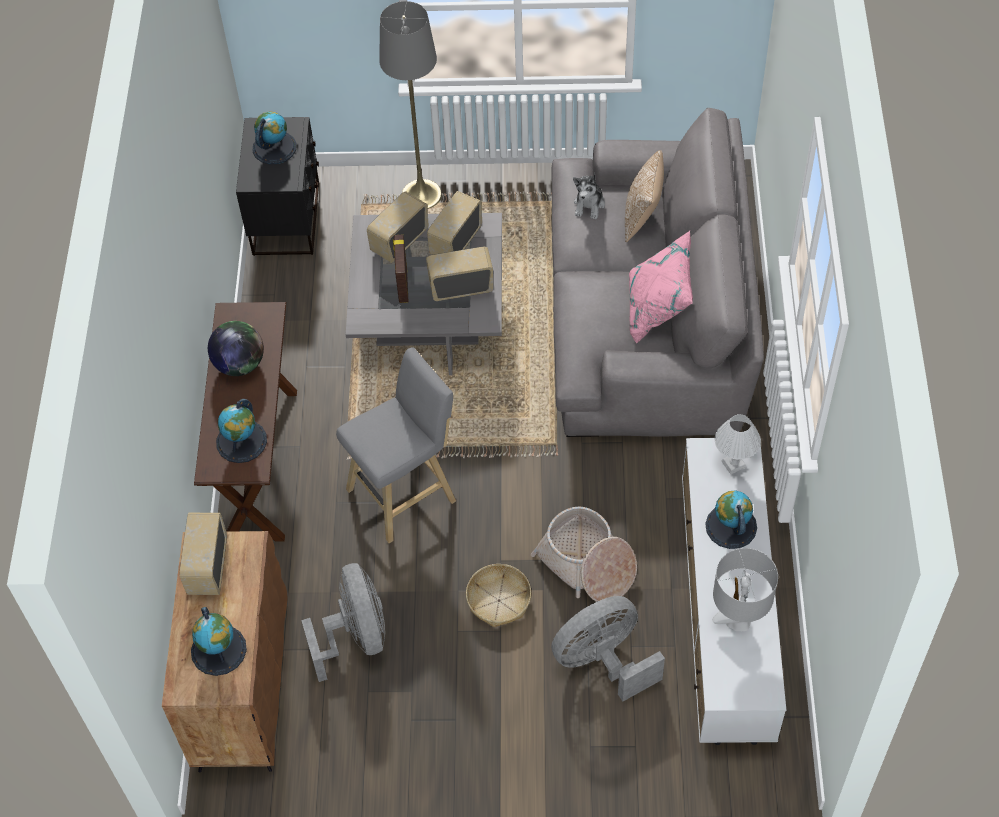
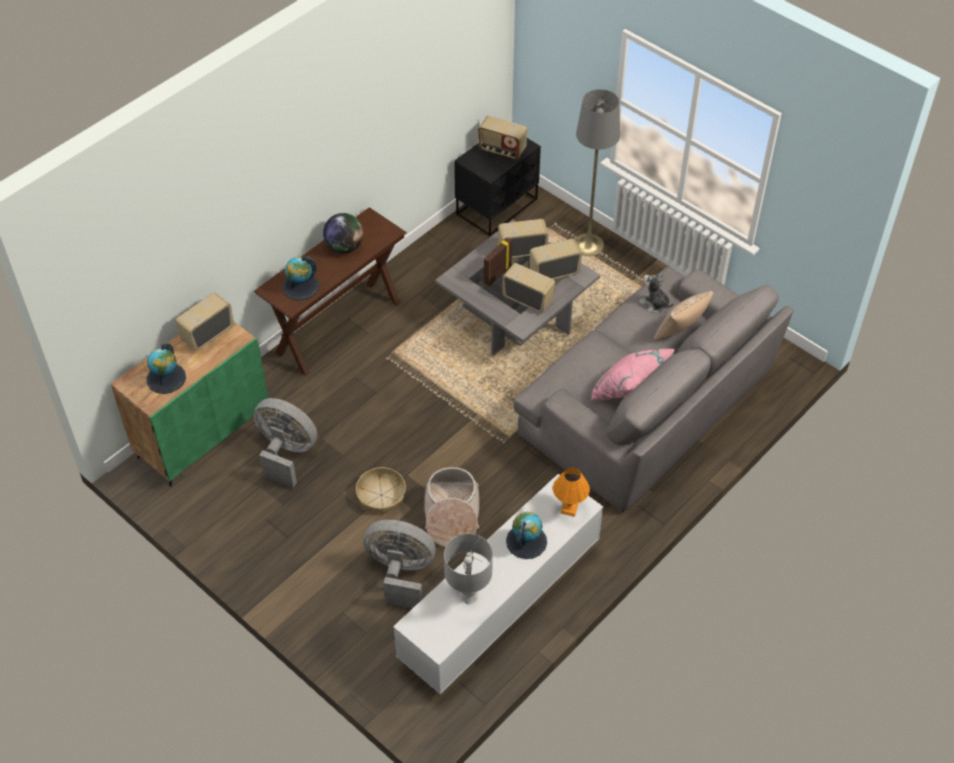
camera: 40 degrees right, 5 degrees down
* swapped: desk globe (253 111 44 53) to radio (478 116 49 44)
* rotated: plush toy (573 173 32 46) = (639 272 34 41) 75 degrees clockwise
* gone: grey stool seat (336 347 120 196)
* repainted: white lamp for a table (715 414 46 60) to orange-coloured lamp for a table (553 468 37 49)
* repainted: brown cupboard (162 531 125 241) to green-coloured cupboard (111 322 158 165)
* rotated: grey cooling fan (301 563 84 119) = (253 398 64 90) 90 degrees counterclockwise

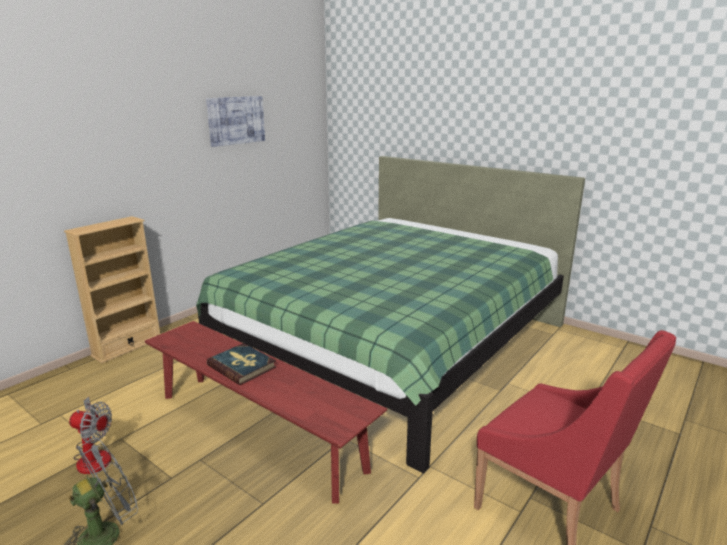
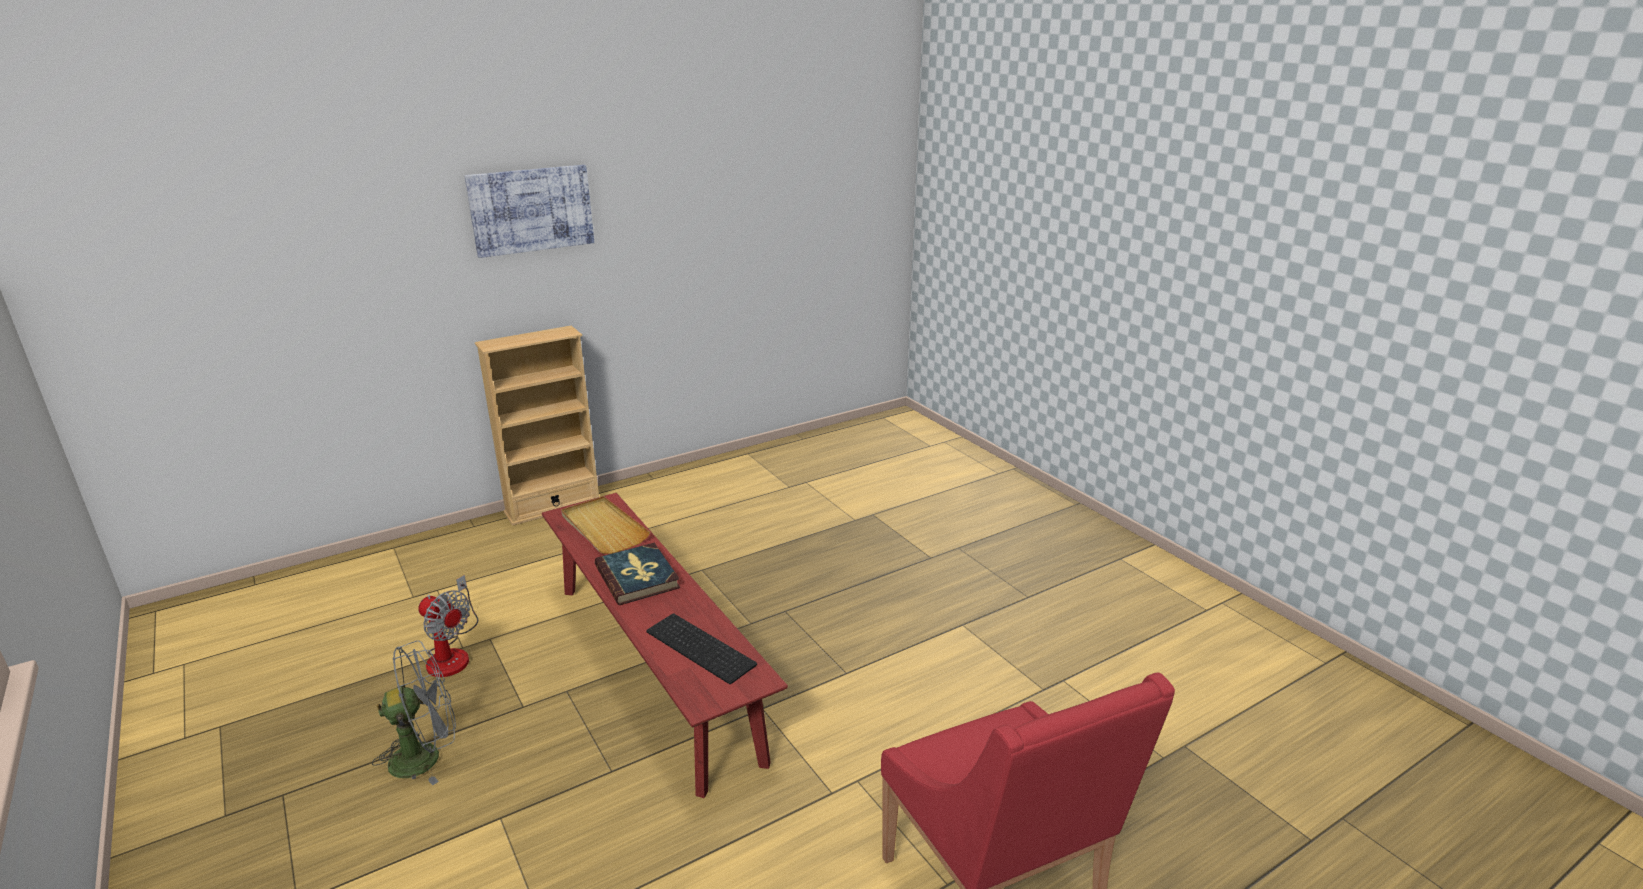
camera: 20 degrees right, 5 degrees up
* shifted: wall picture (206 96 59 51) to (464 165 130 93)
* gone: green-coloured bedroom bed (196 156 389 317)
* new: beige-coloured tray (561 496 89 58)
* new: keyboard (646 613 111 71)

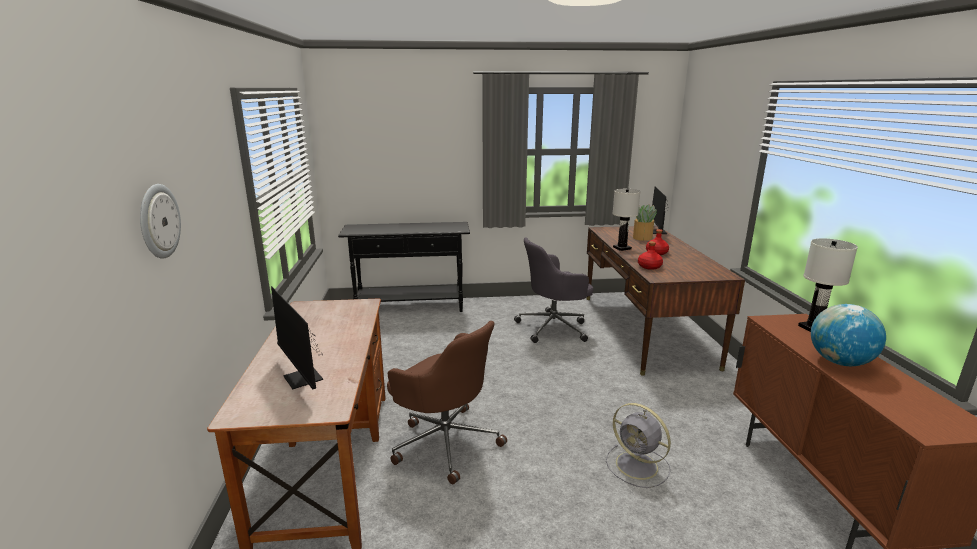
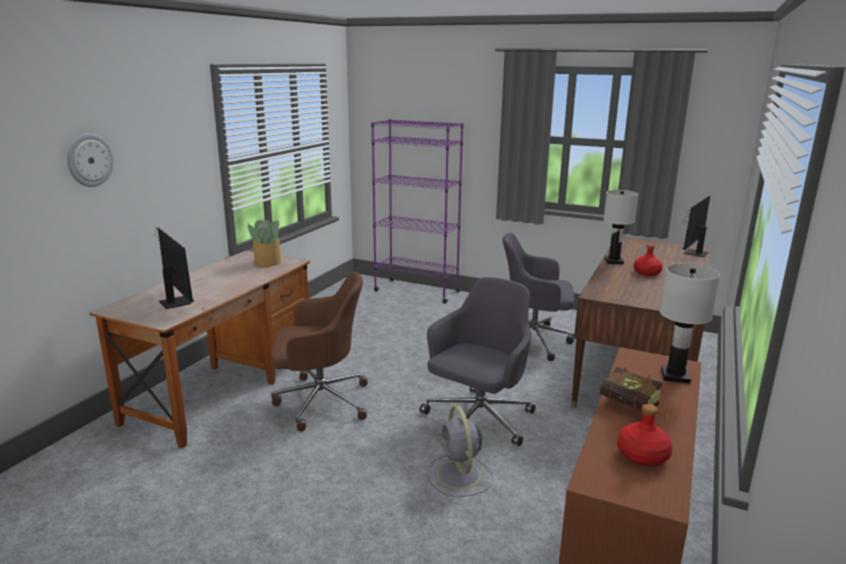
camera: 30 degrees right, 0 degrees up
* shifted: potted plant (633 205 24 36) to (247 219 34 48)
* swapped: blackish narrow table (338 222 132 90) to purplish shelving unit (371 119 93 185)
* shifted: red beverage bottle (638 241 25 29) to (617 404 56 62)
* rotated: computer display (271 286 52 103) = (153 227 41 82) 150 degrees clockwise
* swapped: desk globe (811 304 75 62) to book (600 367 69 50)
* rotated: brown office chair (387 321 120 163) = (271 272 97 159) 75 degrees counterclockwise
* new: grey office chair (420 277 115 169)

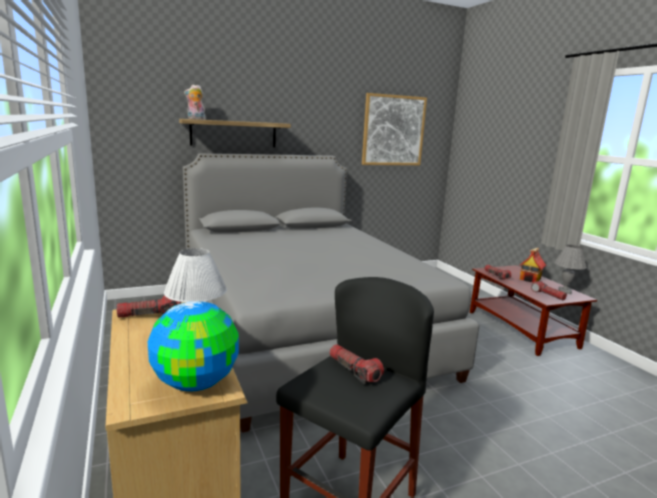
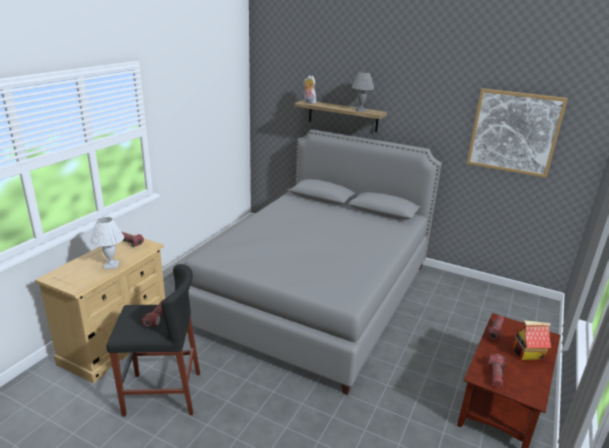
camera: 50 degrees right, 10 degrees up
* shifted: grey lamp for a table (554 245 33 49) to (351 71 23 41)
* gone: desk globe (148 301 91 90)

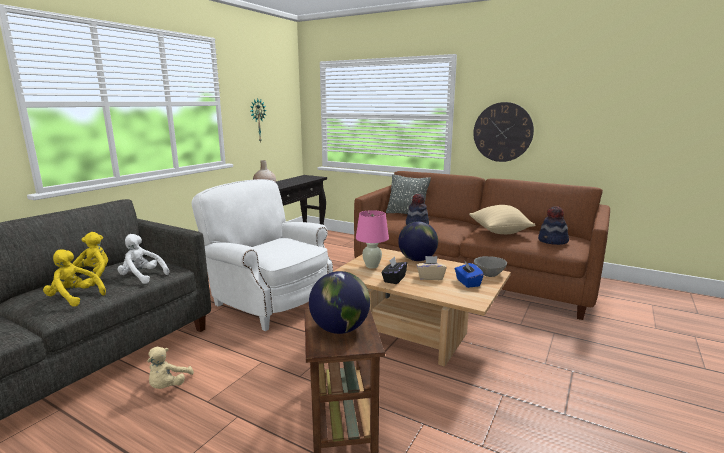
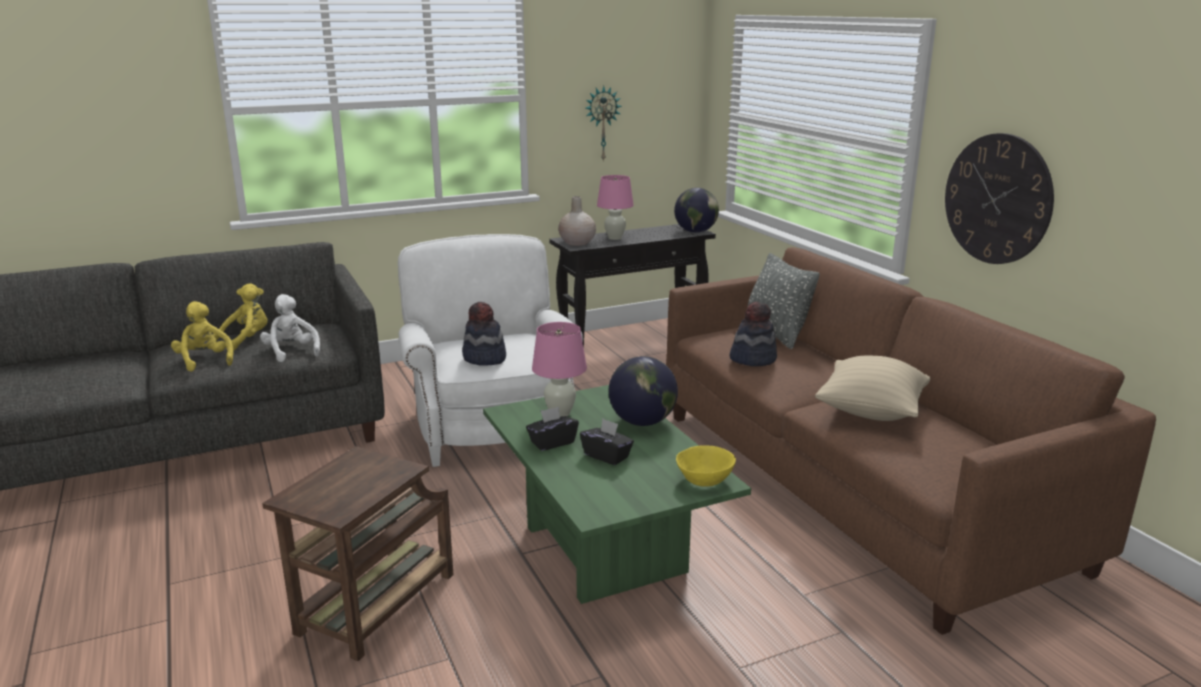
camera: 35 degrees right, 5 degrees up
* shifted: hat (538 206 31 39) to (462 302 44 64)
* repainted: beige-coloured lounge table (333 248 178 119) to green-coloured lounge table (483 385 268 219)
* repainted: beige-coloured tissue box (417 256 29 24) to blackish tissue box (580 419 54 46)
* repainted: grey serving bowl (474 256 33 21) to yellowish serving bowl (676 445 60 42)
* gone: blue tissue box (455 260 29 28)
* shifted: desk globe (309 271 61 63) to (674 188 45 45)
* gone: beige-coloured plush toy (147 347 47 42)
* new: pink-coloured lamp for a table (597 175 37 65)

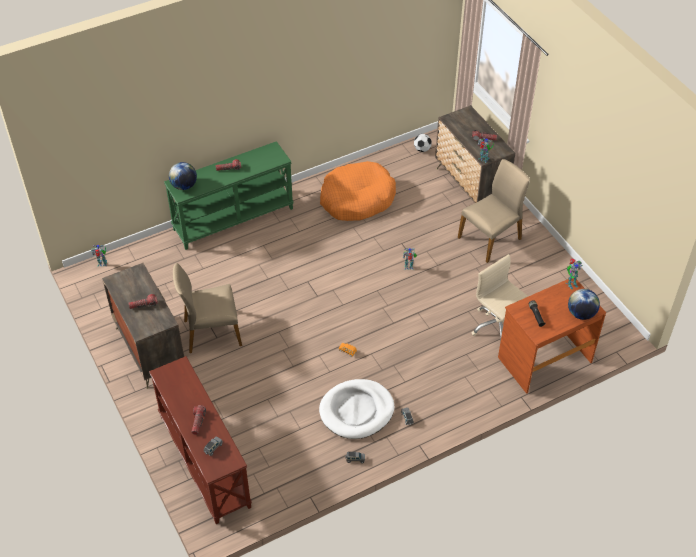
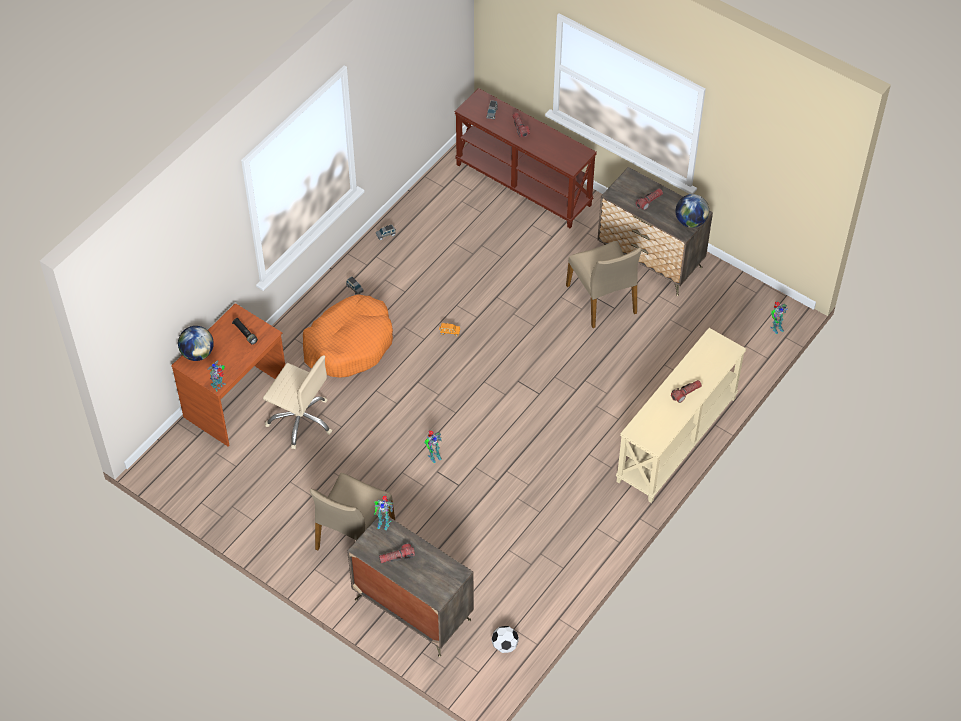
camera: 155 degrees right, 5 degrees up
* repainted: green-coloured narrow table (164 141 130 109) to beige-coloured narrow table (616 328 130 175)
* shifted: orange-coloured pet bed (320 161 76 60) to (303 294 90 84)
* shifted: desk globe (169 162 28 28) to (676 194 33 34)
* rotated: beige-coloured chair (173 263 69 90) = (566 241 76 87) 105 degrees clockwise
* gone: white pet bed (319 379 75 60)

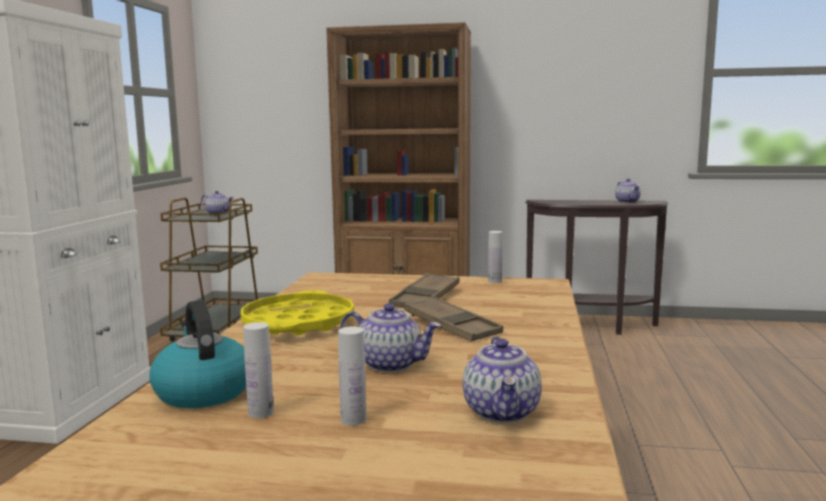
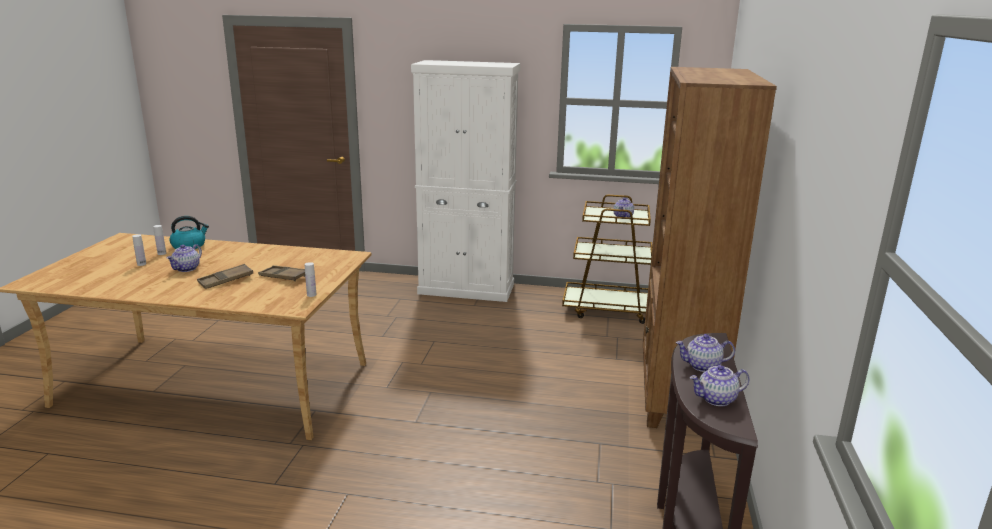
camera: 90 degrees right, 10 degrees up
* gone: yellowish tray (241 290 113 45)
* shifted: tea pot (463 337 79 86) to (676 334 59 38)

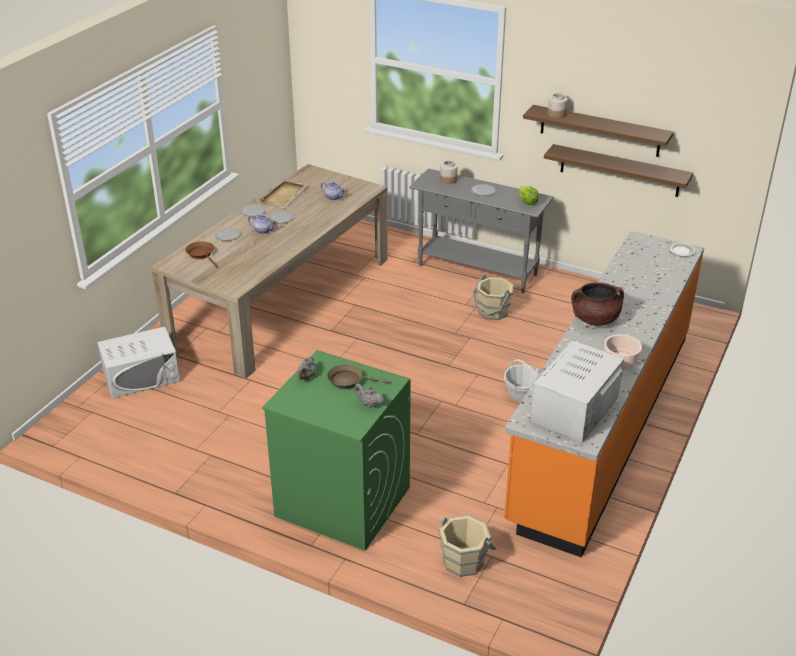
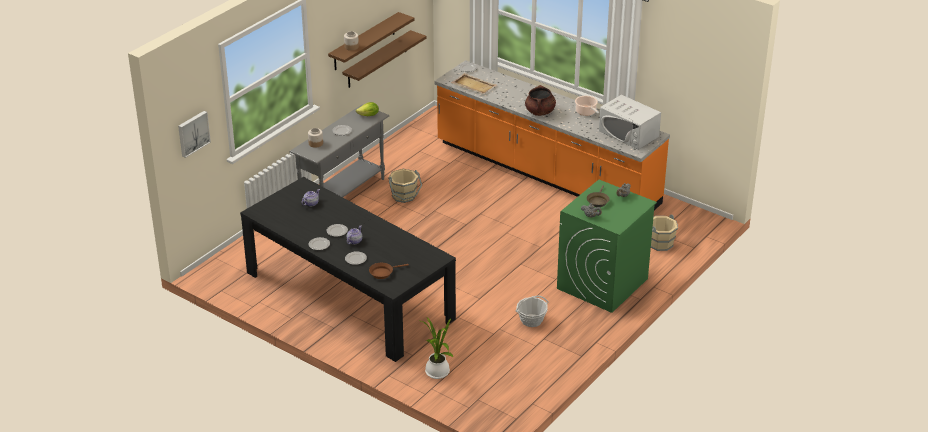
camera: 80 degrees left, 0 degrees up
* repainted: beige-coloured dining table (151 164 237 215) to blackish dining table (240 177 216 185)
* shifted: beige-coloured tray (256 179 52 29) to (451 73 46 21)
* swapped: white microwave (97 327 83 71) to potted plant (421 317 32 62)
* shifted: household basket (504 359 36 43) to (516 296 33 31)
* new: wall picture (178 111 33 47)

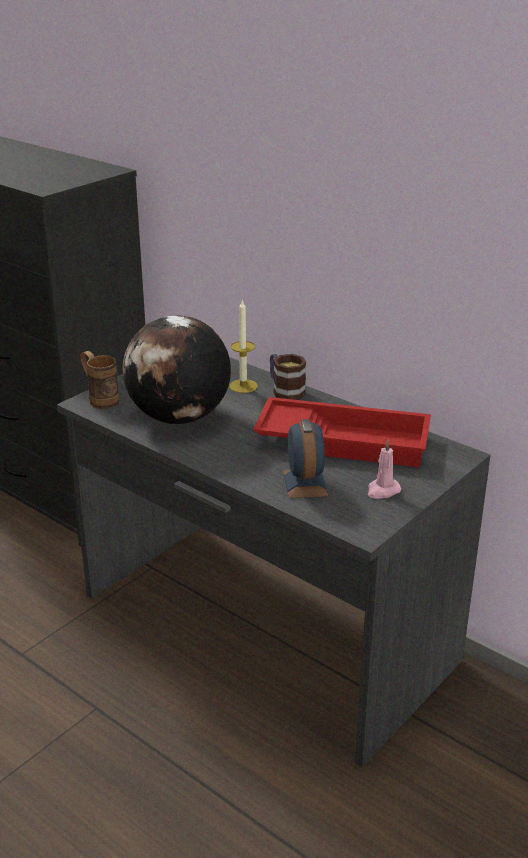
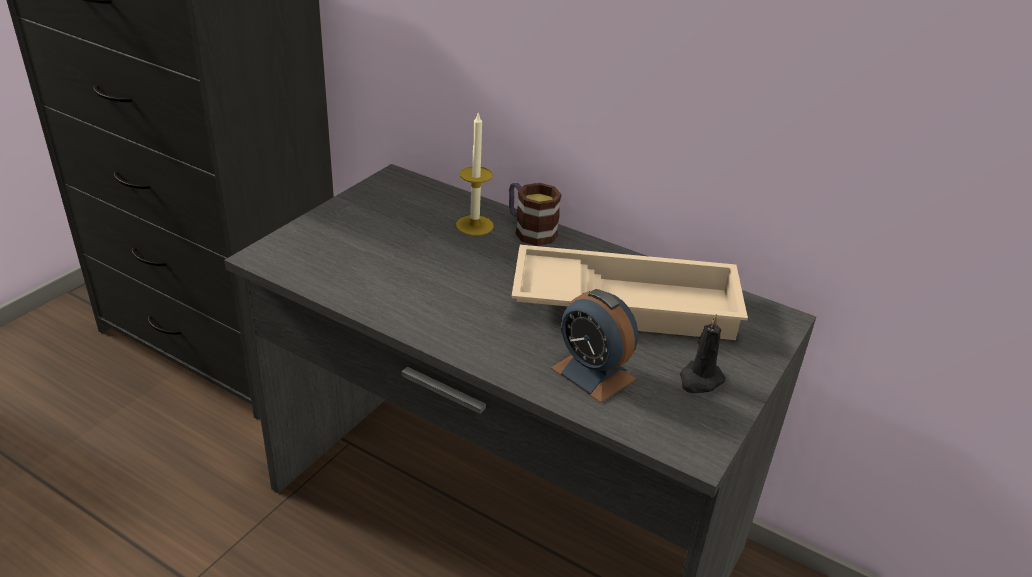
camera: 10 degrees left, 5 degrees up
* gone: desk globe (123 315 108 109)
* gone: brown coffee mug (80 351 39 58)
* repainted: red tray (253 397 178 70) to beige-coloured tray (511 245 237 95)
* rotated: table clock (283 419 45 79) = (551 289 87 114) 150 degrees clockwise
* repainted: pink-coloured wax light (368 439 33 60) to blackish wax light (680 314 45 79)

